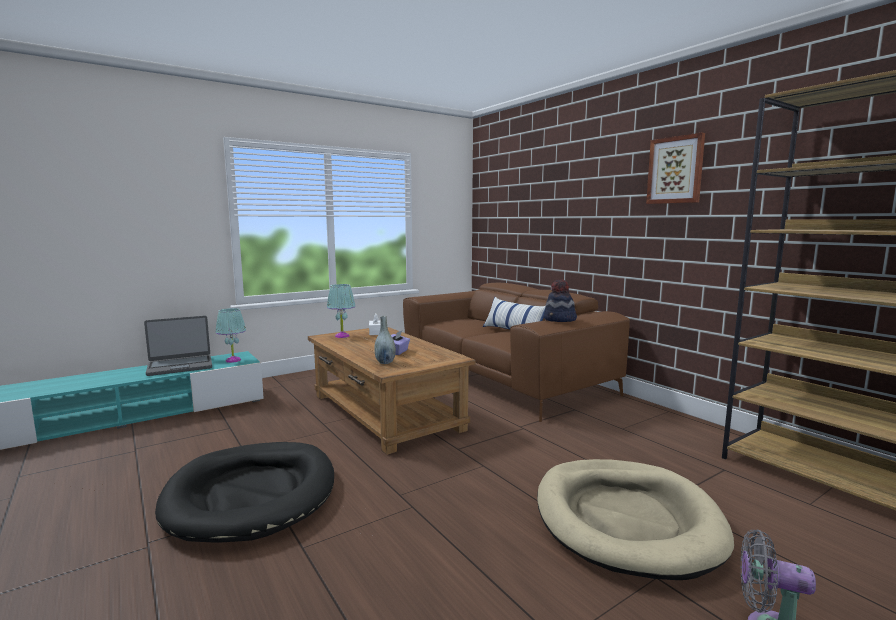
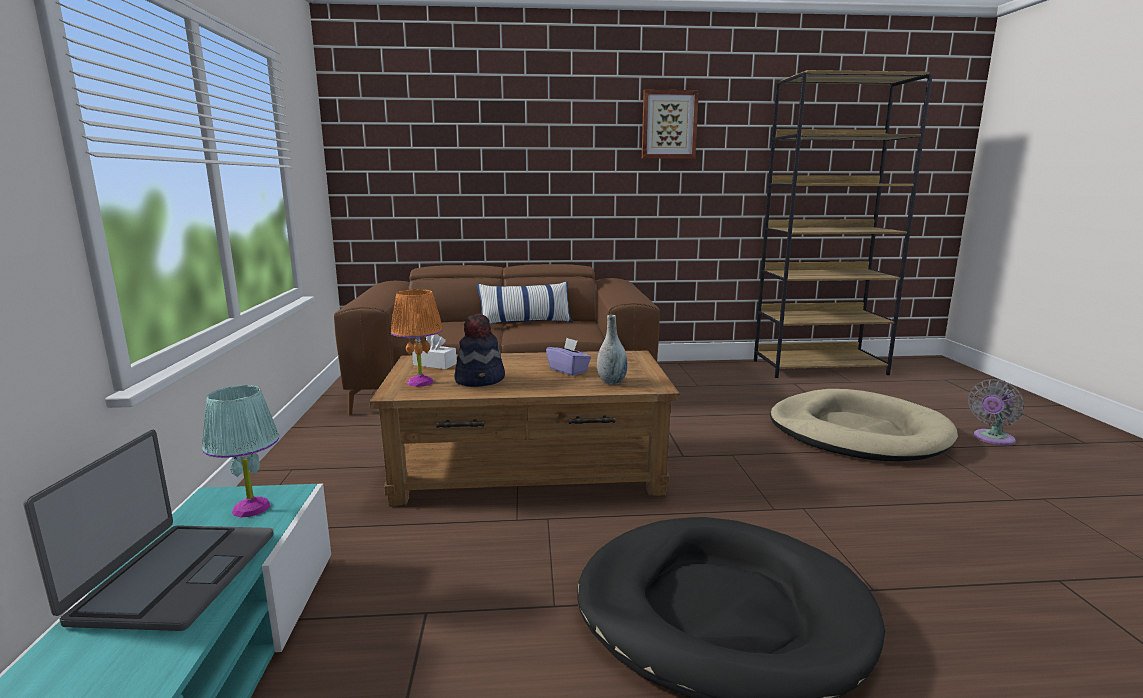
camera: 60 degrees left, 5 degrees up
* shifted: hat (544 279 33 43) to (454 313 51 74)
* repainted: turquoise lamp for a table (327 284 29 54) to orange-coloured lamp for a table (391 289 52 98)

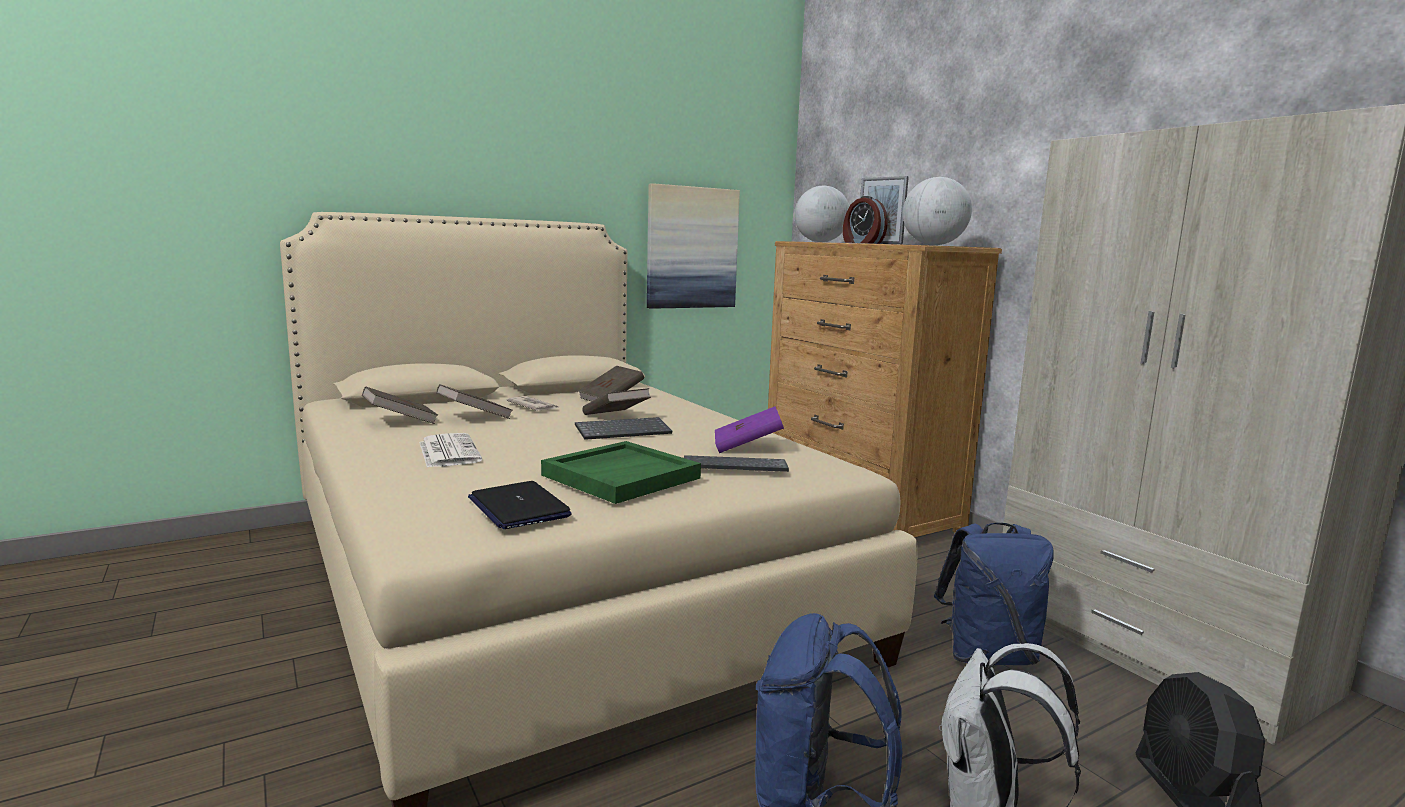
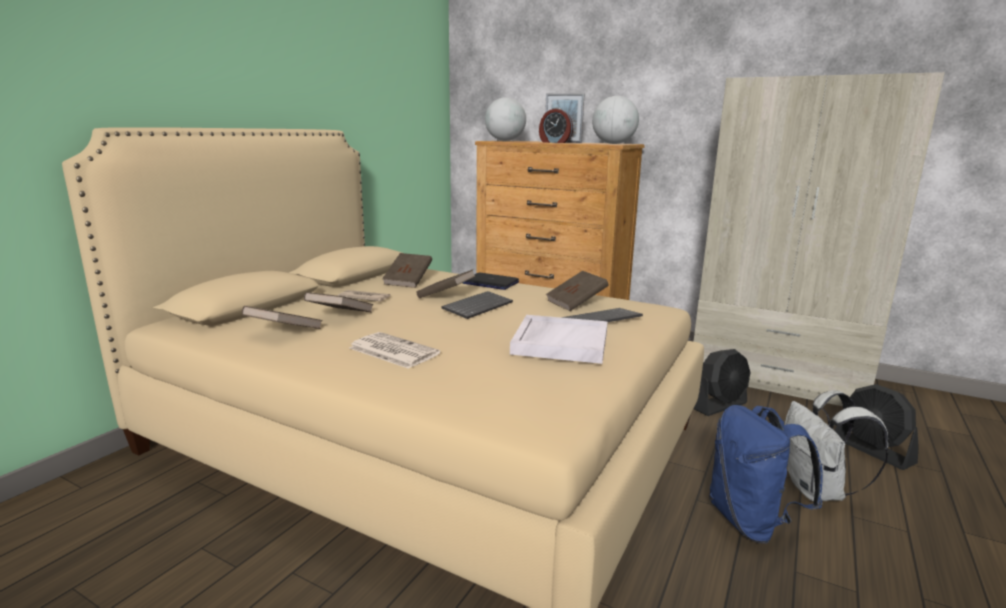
camera: 30 degrees left, 5 degrees up
* gone: wall picture (647 183 93 126)
* repainted: purplish book (715 406 69 47) to brown book (546 271 62 40)
* repainted: green-coloured tray (541 441 160 63) to white tray (510 315 98 49)
* shifted: portable computer (468 481 104 48) to (463 273 56 17)
* swapped: blue backpack (934 523 120 142) to blackish cooling fan (693 349 57 67)

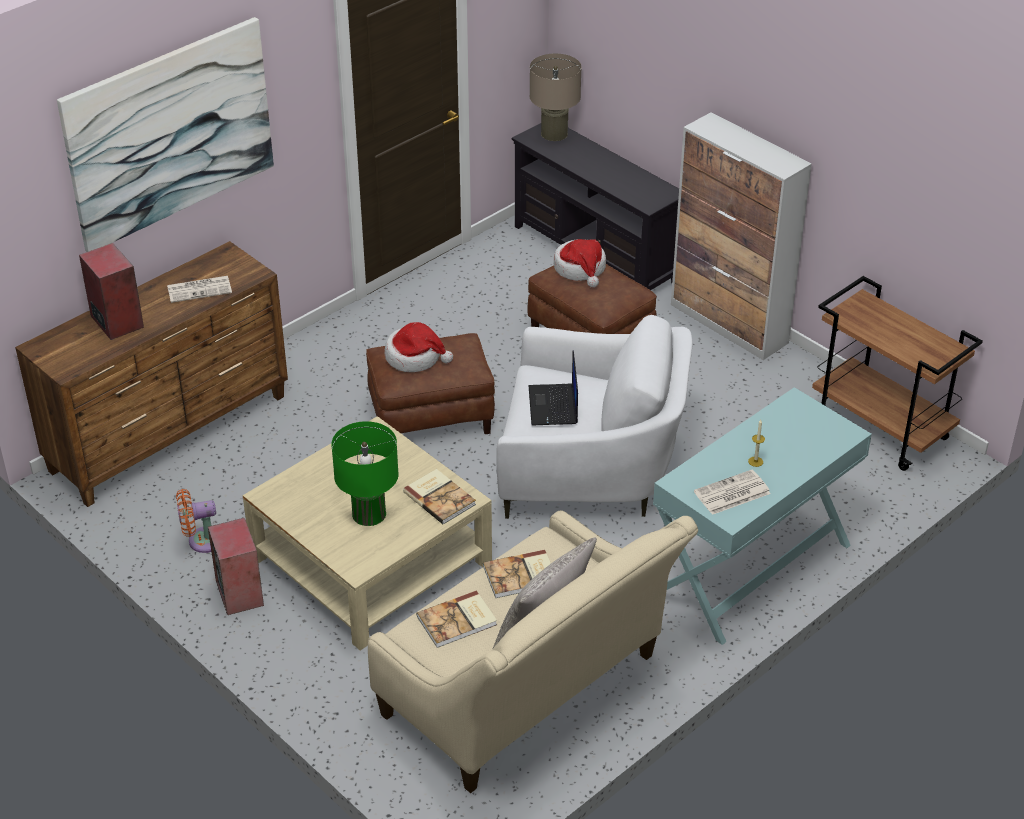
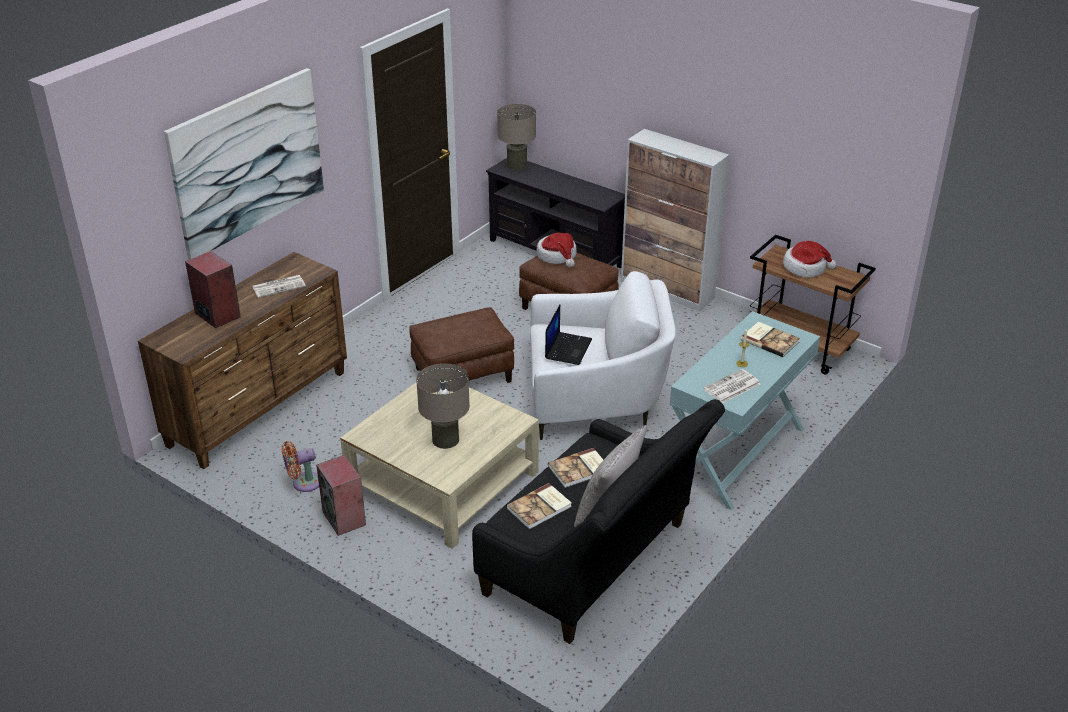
camera: 10 degrees left, 5 degrees down
* shifted: hat (384 322 69 50) to (783 241 54 37)
* rotated: portable computer (529 350 49 76) = (545 305 47 60) 150 degrees counterclockwise
* repainted: green-coloured lamp for a table (331 421 68 105) to beige-coloured lamp for a table (416 363 54 86)
* shifted: book (403 469 73 55) to (741 322 59 35)
* repainted: beige-coloured settee (368 510 330 283) to blackish settee (472 399 253 245)

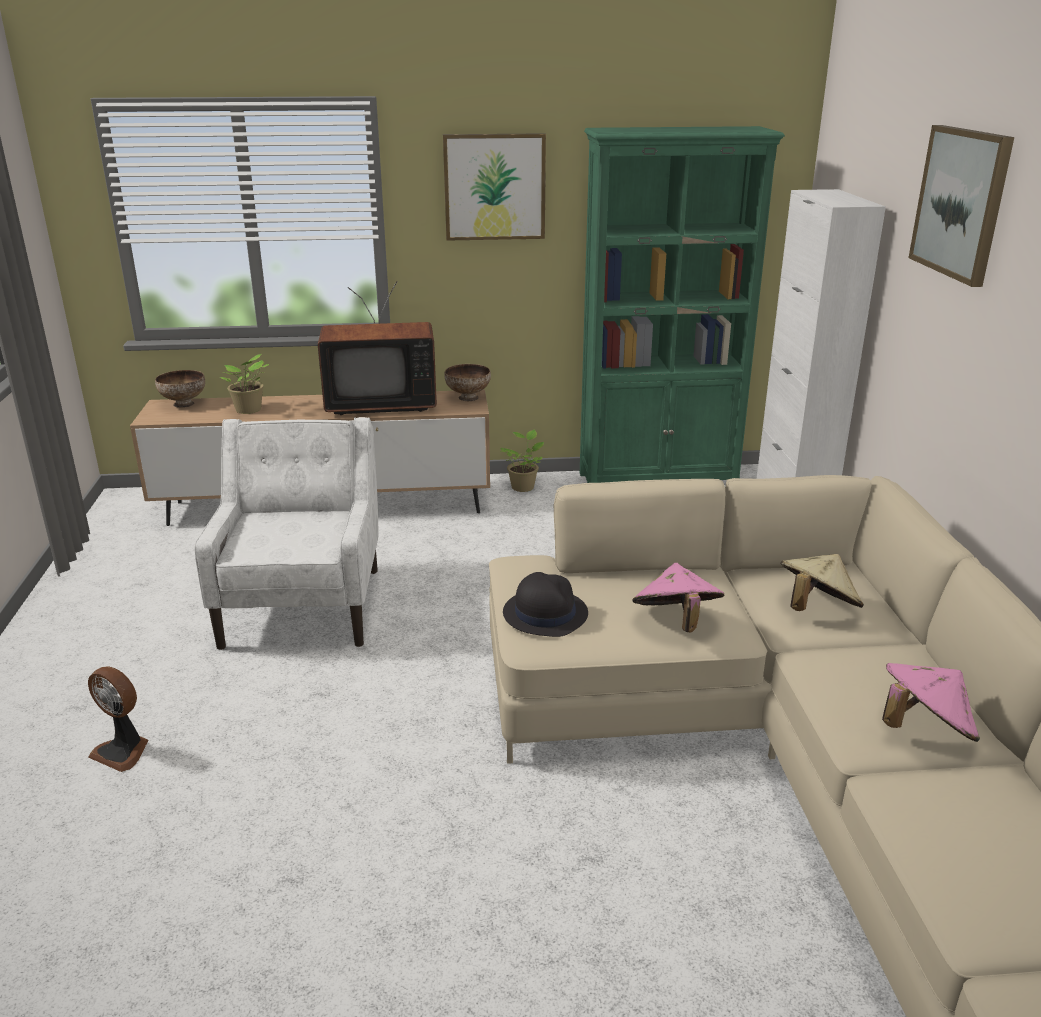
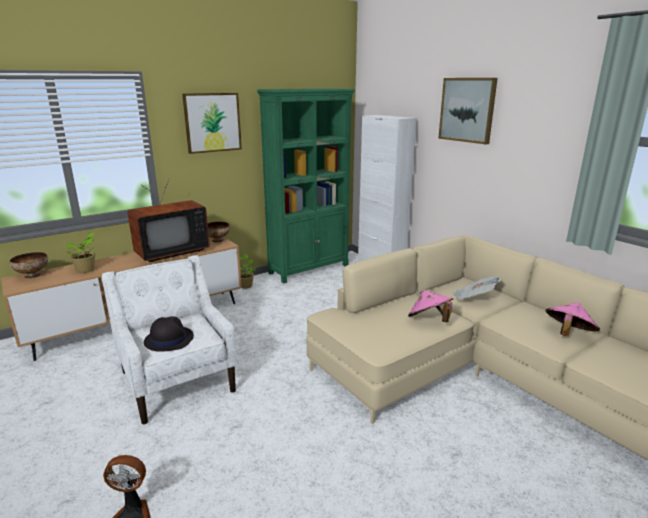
camera: 30 degrees left, 5 degrees down
* swapped: beige-coloured hat (780 554 84 57) to daily paper (452 276 49 24)
* shifted: blackish hat (503 572 85 65) to (144 316 50 36)

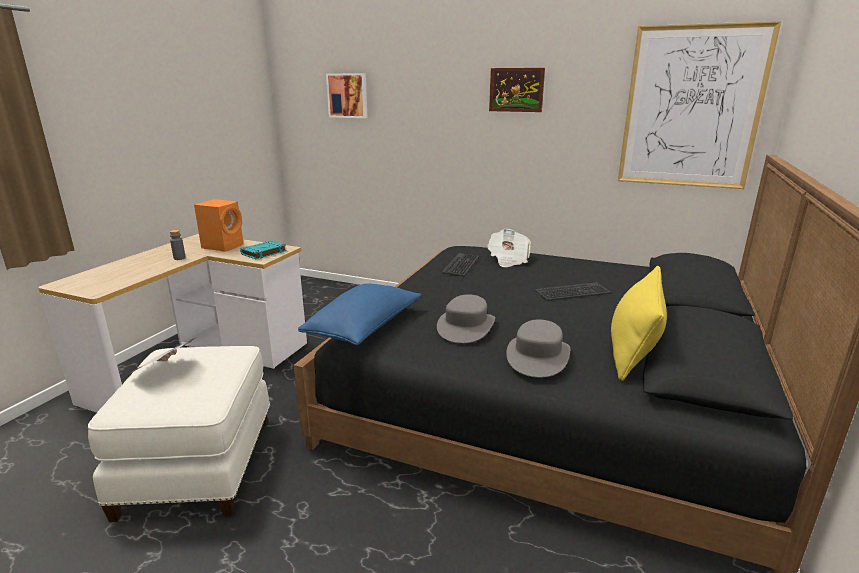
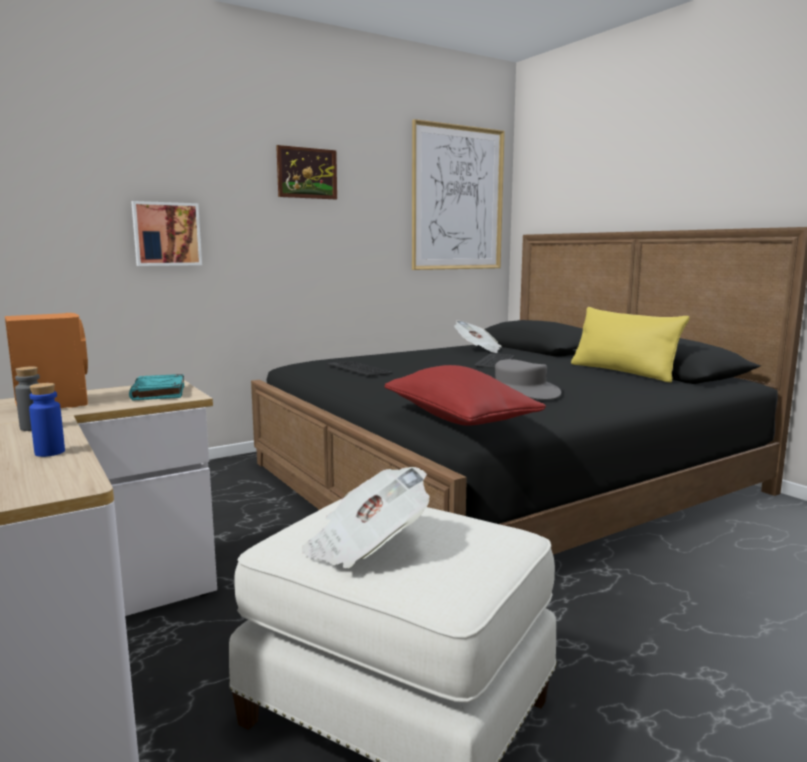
camera: 55 degrees left, 10 degrees down
* shifted: wall picture (326 73 42 45) to (131 201 71 65)
* shifted: daily paper (487 229 44 38) to (454 320 48 33)
* repainted: blue throw pillow (298 283 124 62) to red throw pillow (384 365 162 61)
* gone: grey hat (506 320 64 58)
* new: blue beverage bottle (29 383 36 74)

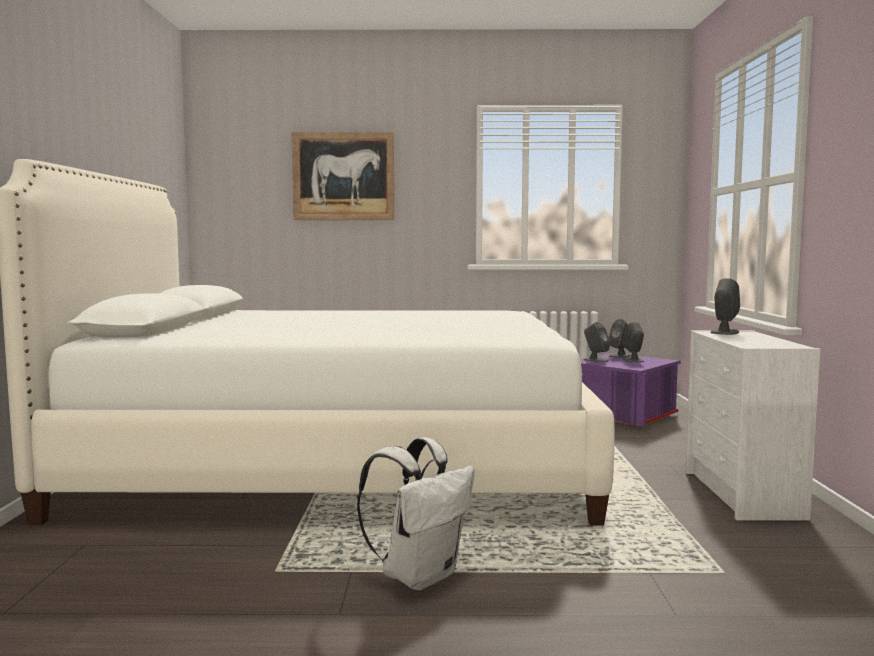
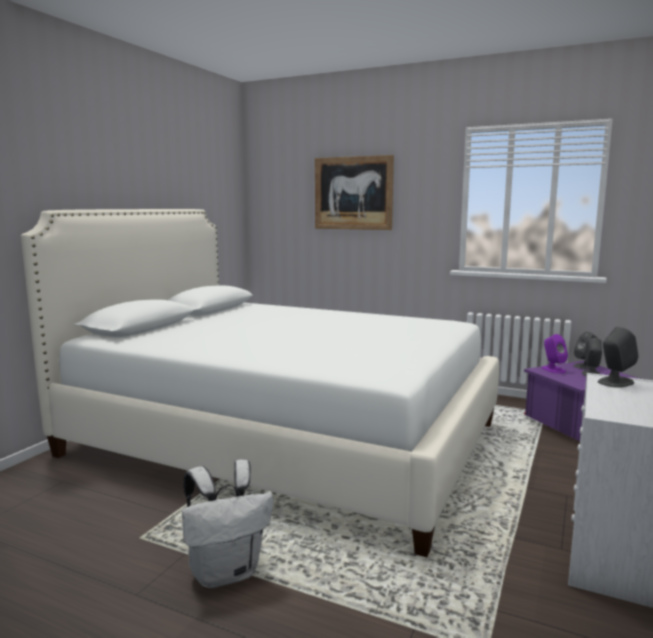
camera: 25 degrees right, 5 degrees up
* repainted: grey audio speaker (584 322 26 40) to purplish audio speaker (542 334 26 40)

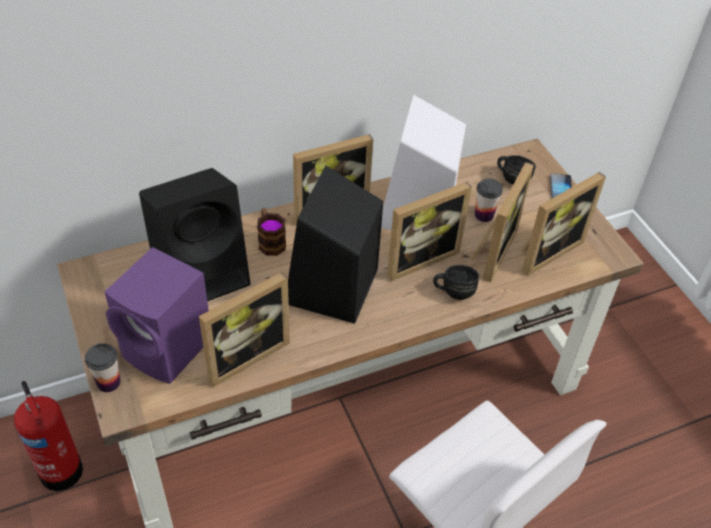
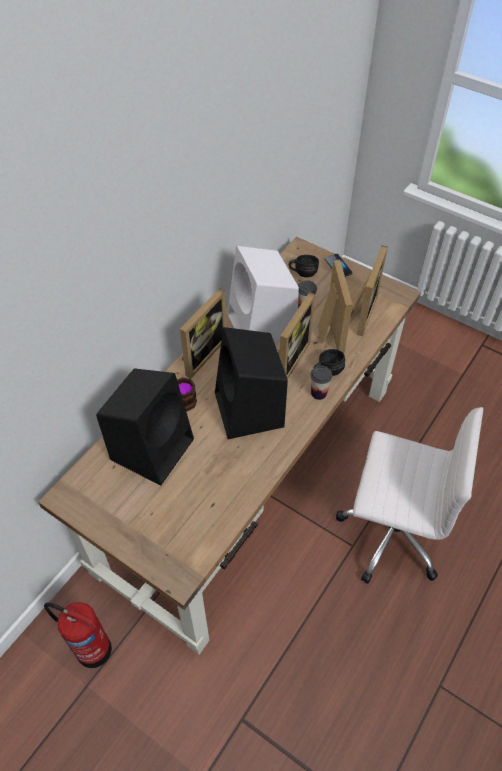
camera: 30 degrees left, 5 degrees up
* gone: purplish audio speaker (104 247 105 137)
* gone: picture frame (199 272 91 115)
* shifted: cup (85 343 35 49) to (310 365 22 35)

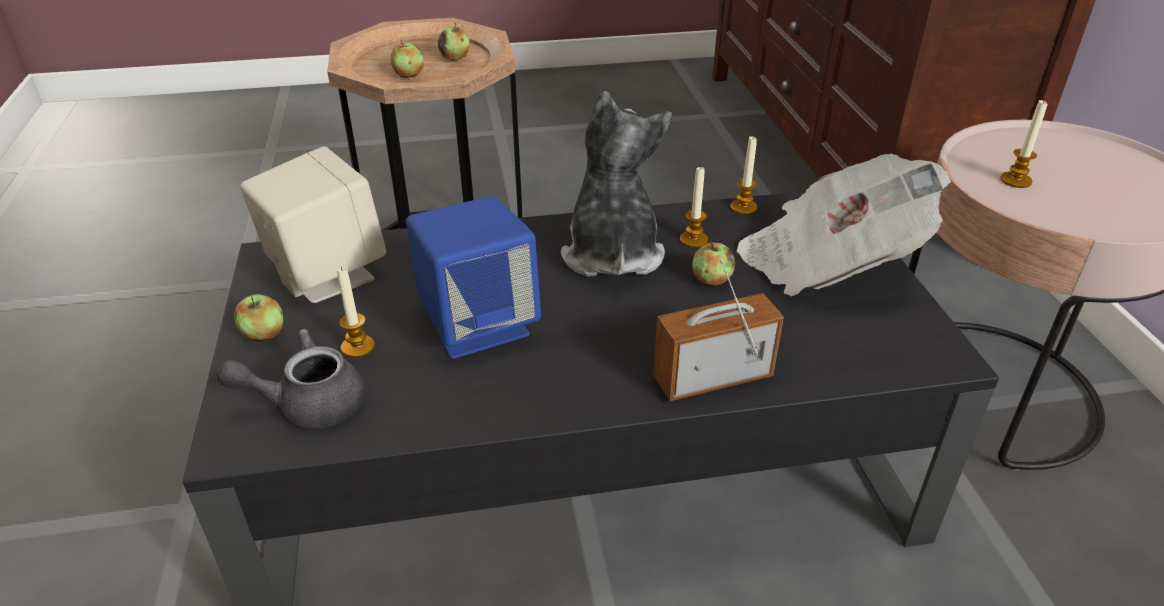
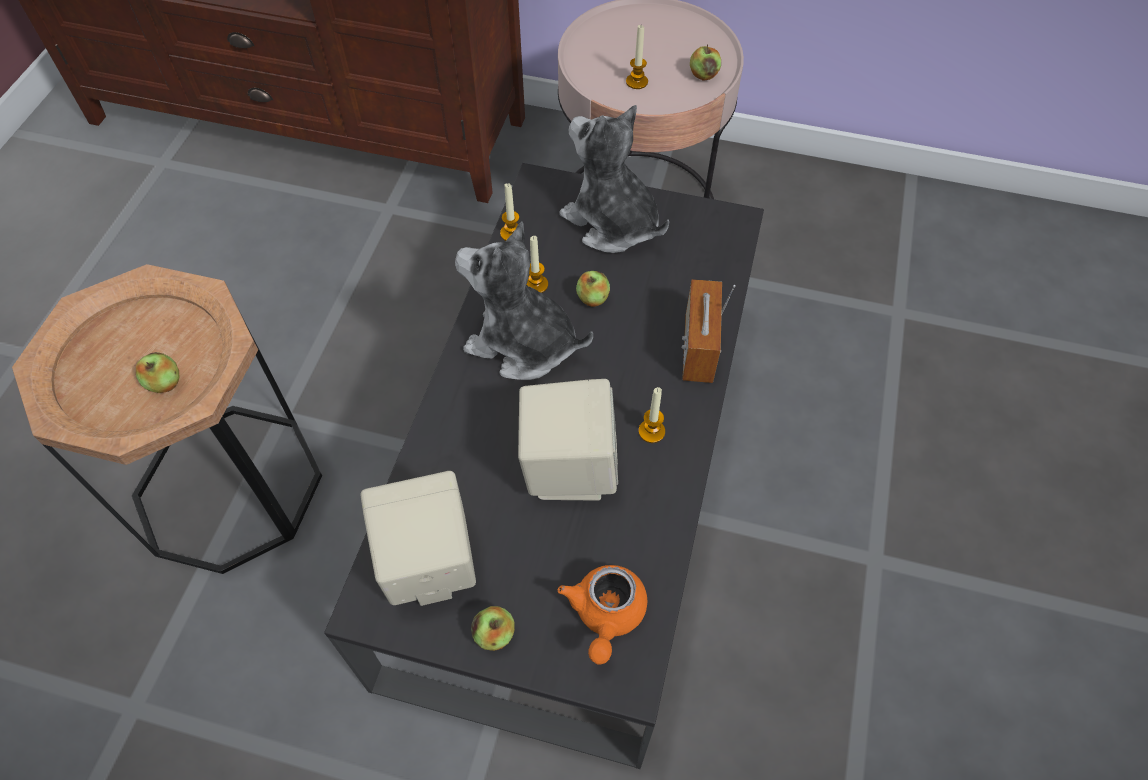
camera: 65 degrees left, 20 degrees up
* shifted: apple (438 23 32 38) to (690 44 31 37)
* swapped: daily paper (737 154 214 142) to plush toy (559 105 110 148)
* repainted: blue audio speaker (406 196 135 163) to beige-coloured audio speaker (518 379 100 122)
* shifted: wax light (337 266 38 92) to (639 387 26 56)
* repainted: grey tea pot (216 329 149 100) to orange-coloured tea pot (558 565 90 100)

